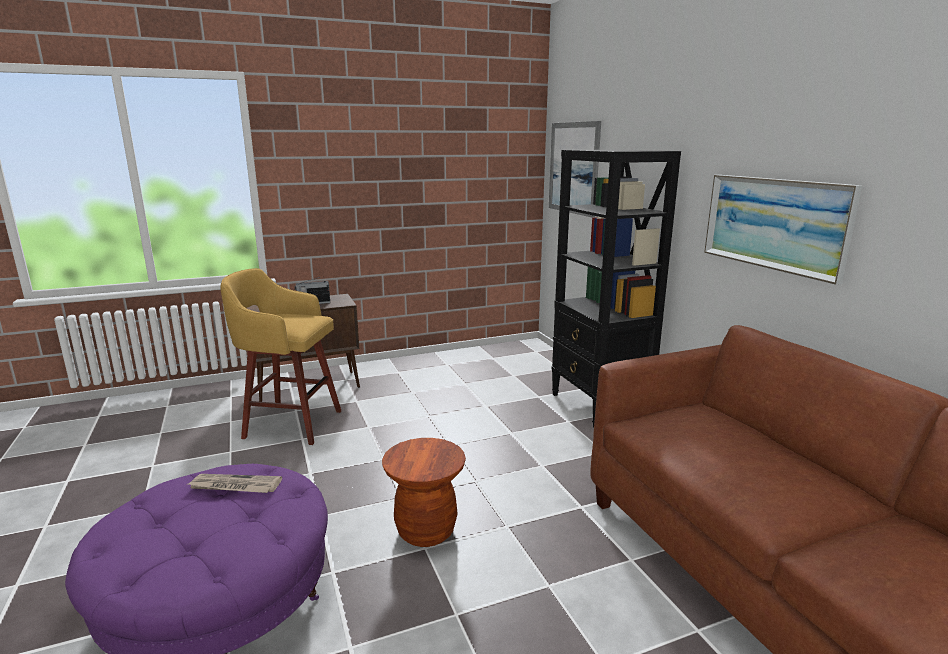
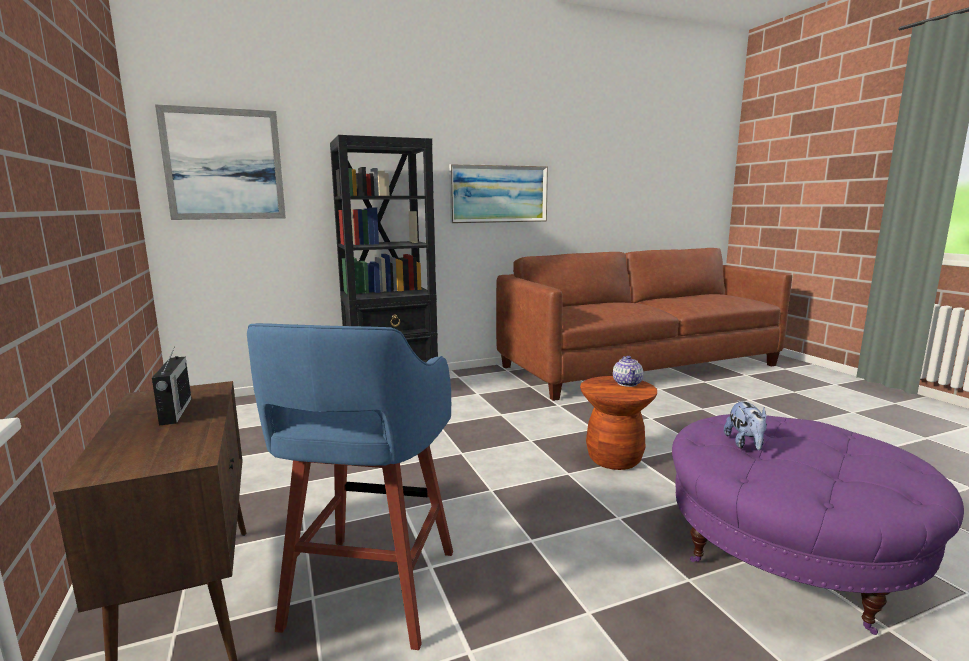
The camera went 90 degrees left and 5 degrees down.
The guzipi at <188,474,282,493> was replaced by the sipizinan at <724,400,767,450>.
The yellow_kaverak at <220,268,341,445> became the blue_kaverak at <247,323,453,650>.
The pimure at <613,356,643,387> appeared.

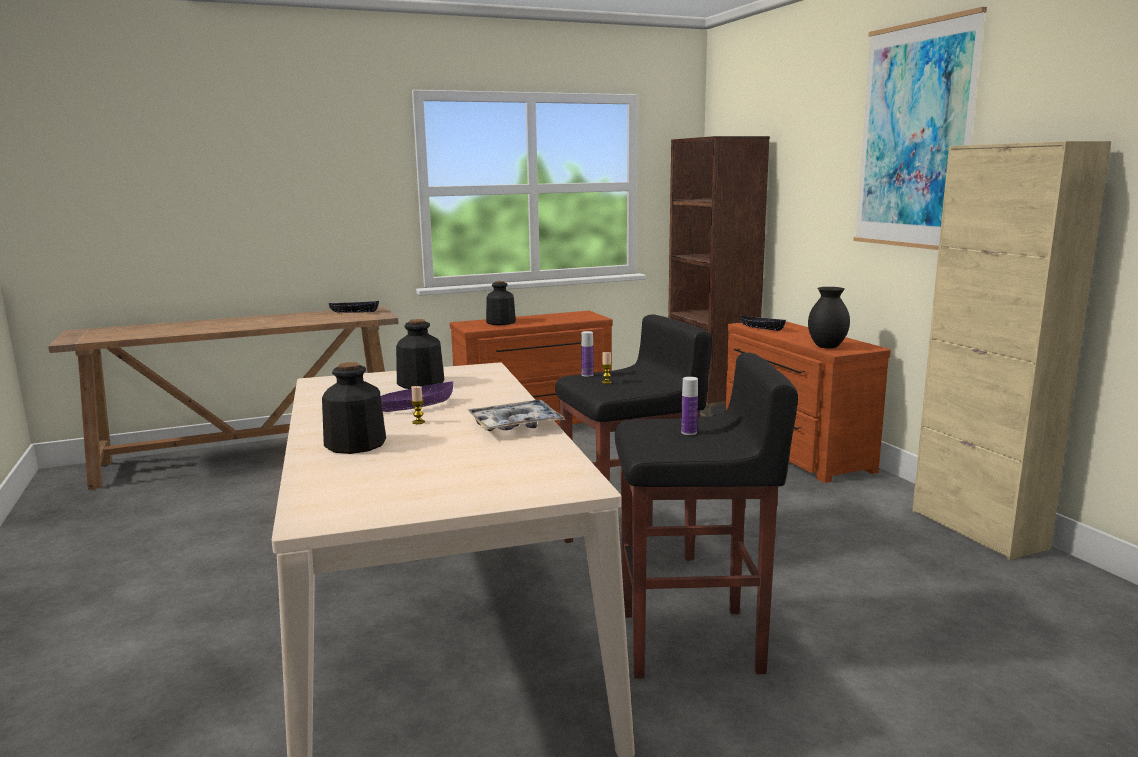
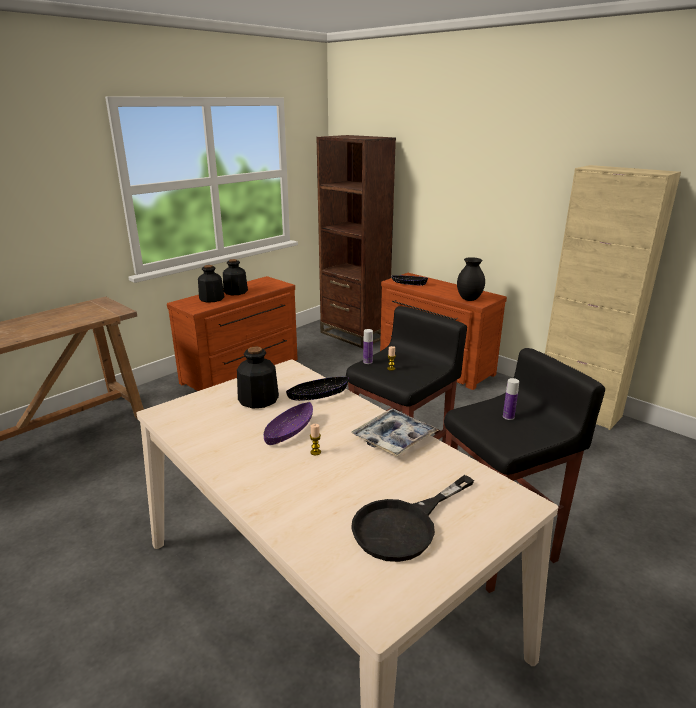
The camera went 25 degrees left and 10 degrees up.
The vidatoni moved from <322,362,386,454> to <223,259,248,295>.
The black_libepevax moved from <329,301,379,313> to <286,377,348,401>.
The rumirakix at <853,7,987,250> disappeared.
The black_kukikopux at <351,475,474,562> appeared.

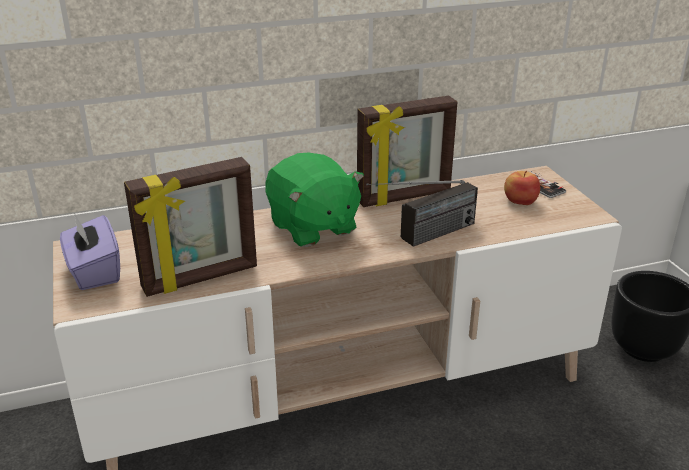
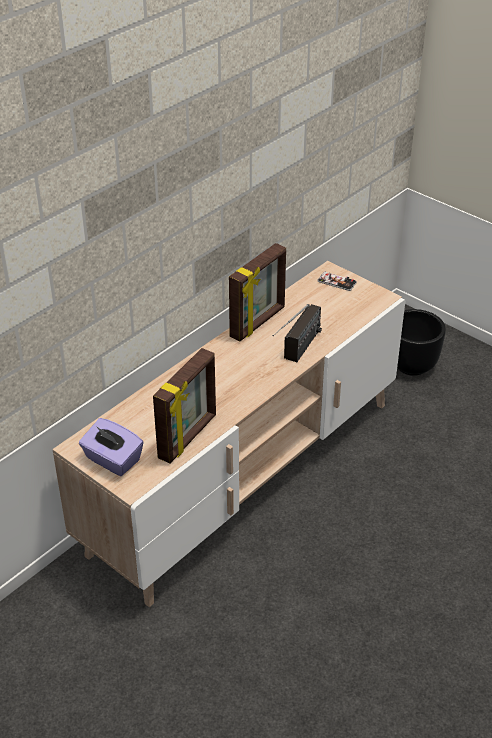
The camera went 30 degrees left and 10 degrees up.
The green_sipizinan at <266,153,364,247> disappeared.
The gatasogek at <504,171,540,205> disappeared.

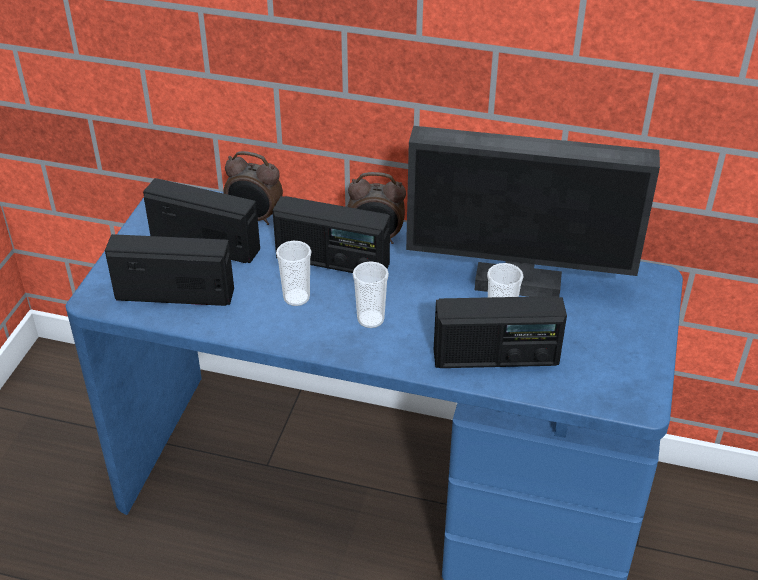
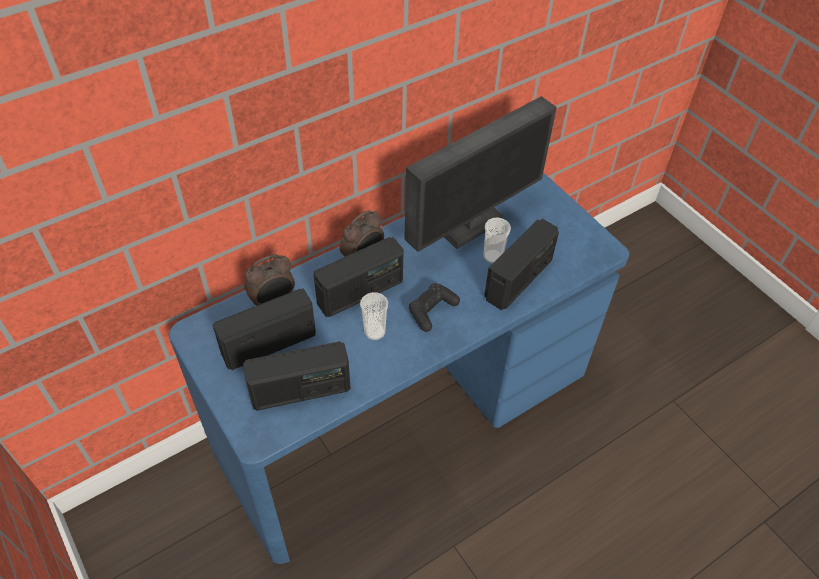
The camera went 50 degrees left and 10 degrees up.
The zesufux at <105,234,234,306> turned 150 degrees counterclockwise.
The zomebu at <352,261,389,328> was replaced by the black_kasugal at <409,283,460,332>.

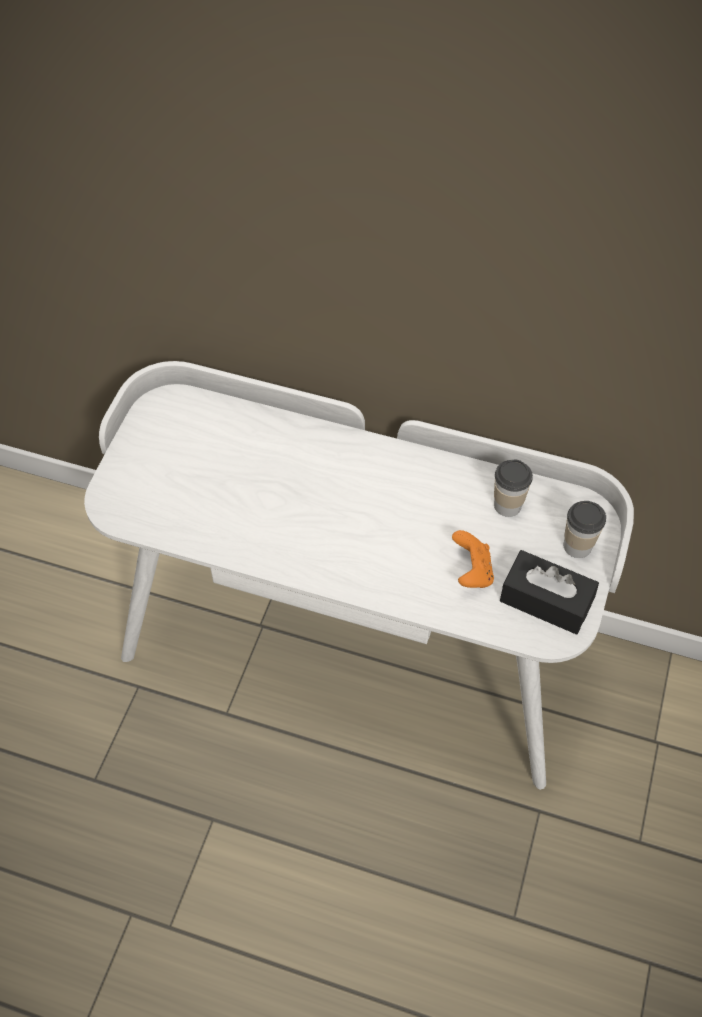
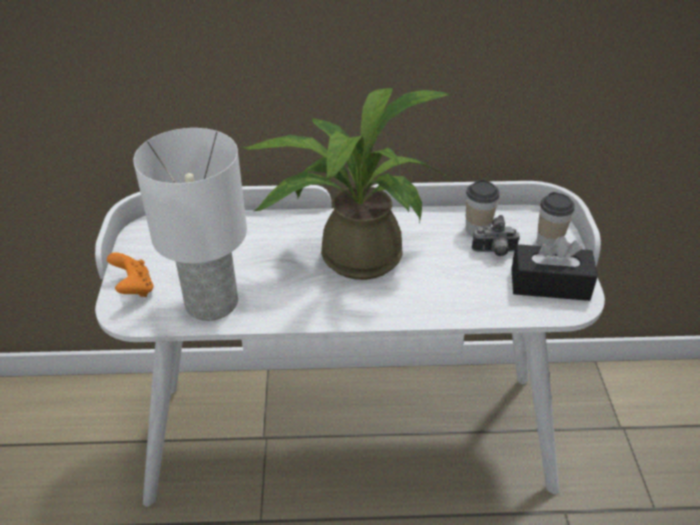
The camera went 20 degrees left and 15 degrees down.
The orange_kasugal moved from <452,530,494,588> to <107,252,154,297>.
The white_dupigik at <133,128,247,321> appeared.
The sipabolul at <242,88,450,280> appeared.
The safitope at <472,215,520,256> appeared.

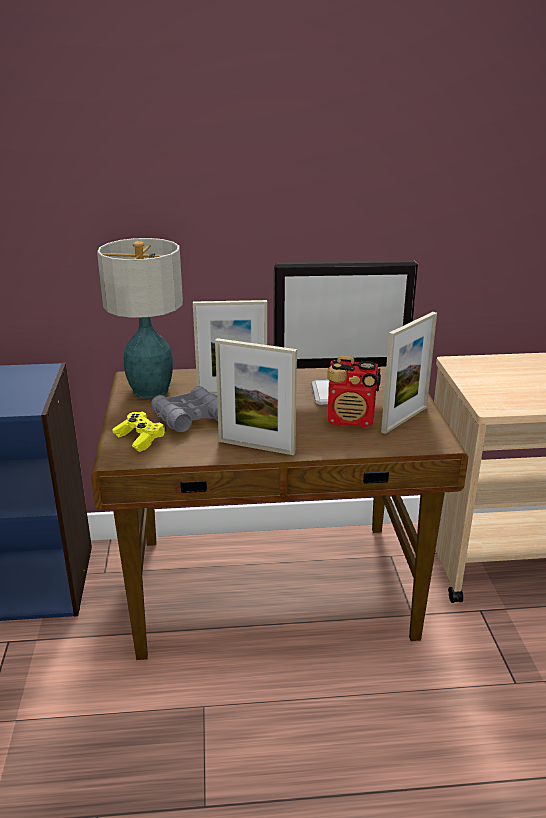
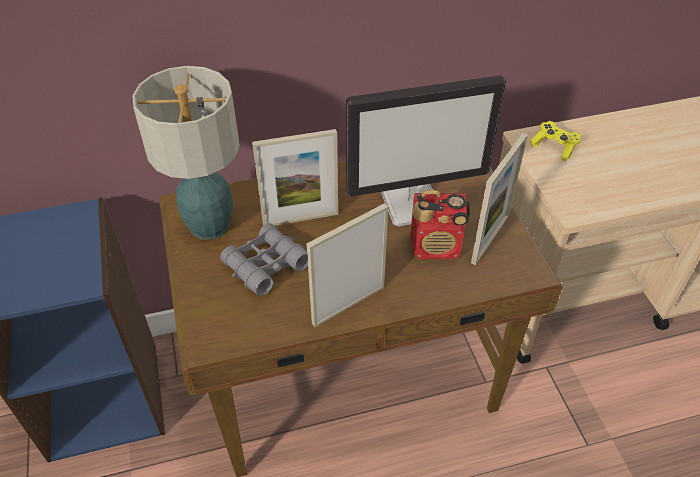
The camera went 10 degrees left and 20 degrees up.
The yellow_kasugal moved from <112,412,166,452> to <530,121,581,162>.
The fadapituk at <215,338,297,455> turned 135 degrees clockwise.

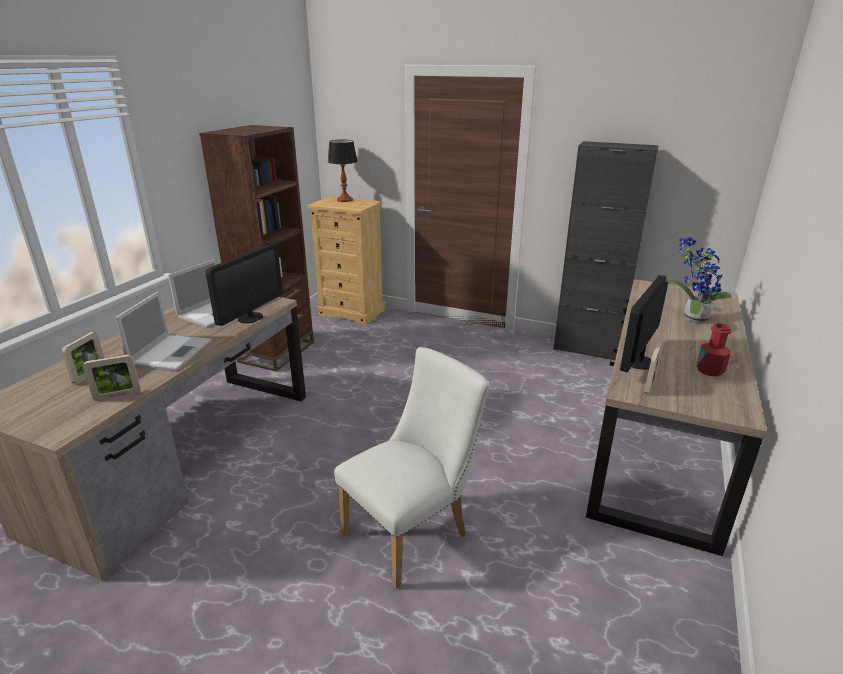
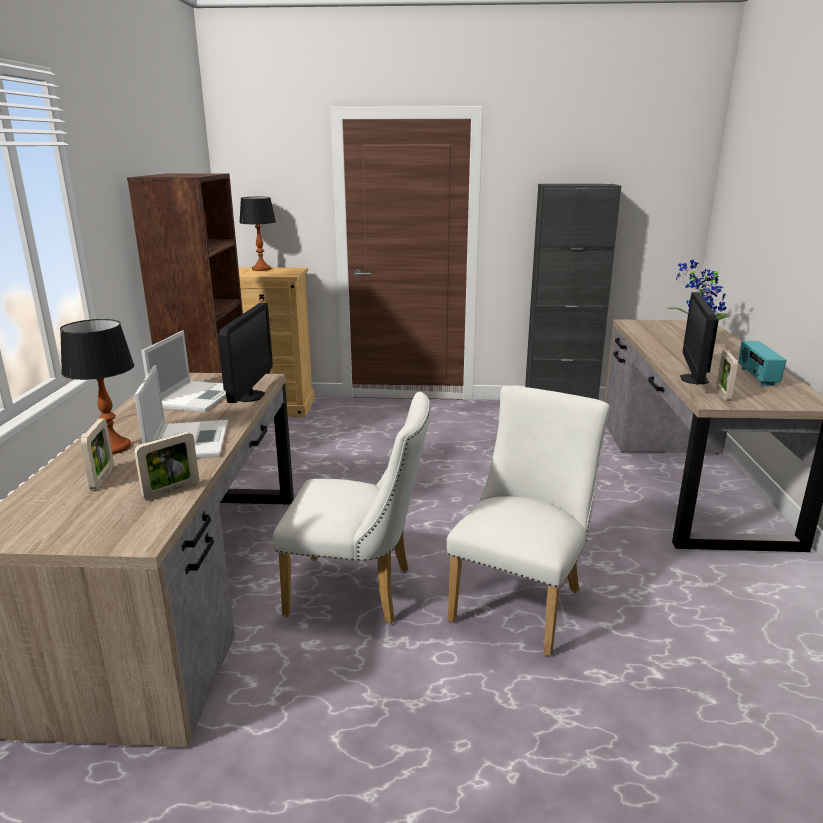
The camera went 20 degrees left and 5 degrees down.
The red_vidatoni at <697,323,731,376> was replaced by the zesufux at <739,341,787,386>.
The dupigik at <60,319,134,454> appeared.
The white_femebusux at <273,392,430,624> appeared.

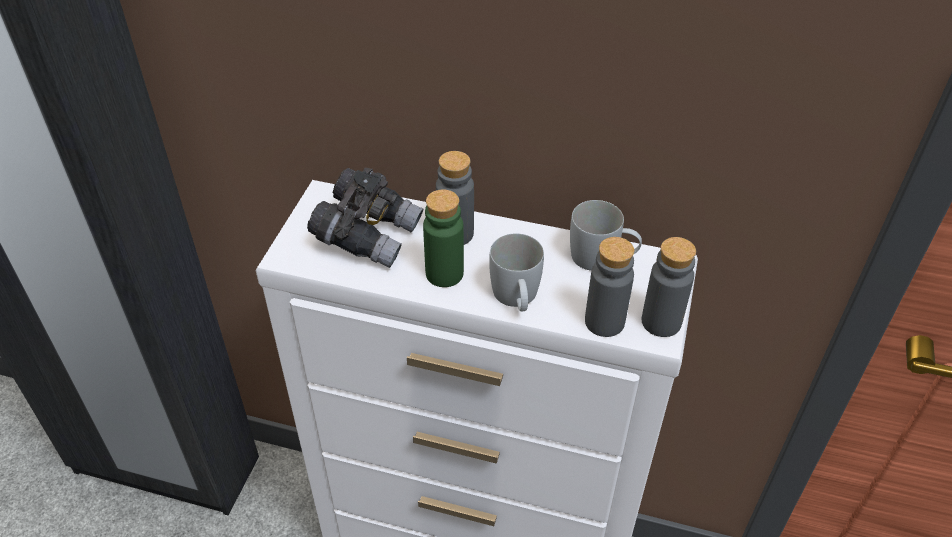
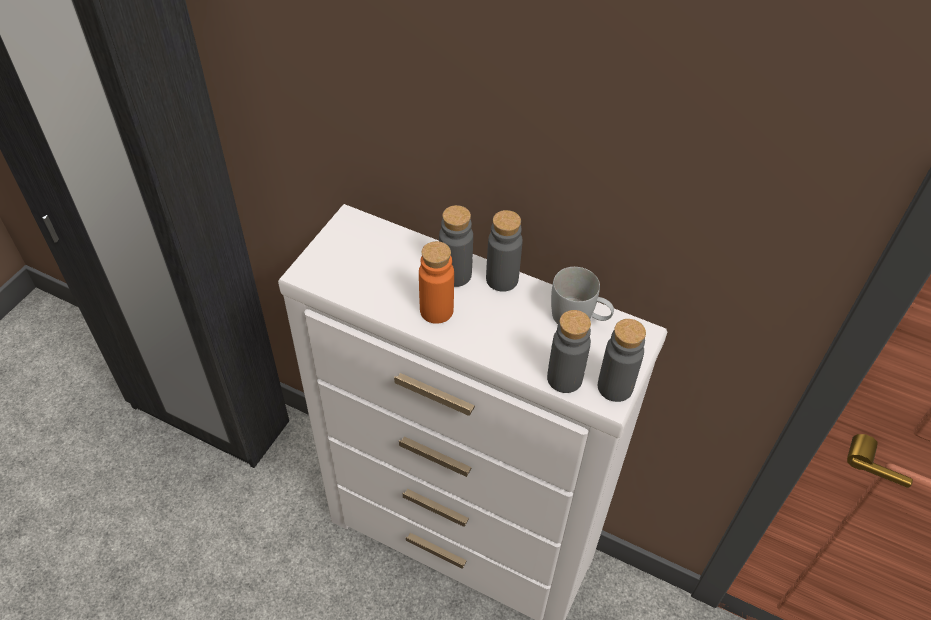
The camera went 10 degrees right and 5 degrees up.
The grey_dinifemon at <307,168,423,268> disappeared.
The green_vidatoni at <423,189,464,287> became the orange_vidatoni at <419,241,454,324>.
The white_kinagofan at <489,233,544,311> disappeared.
The grey_vidatoni at <486,210,523,292> appeared.

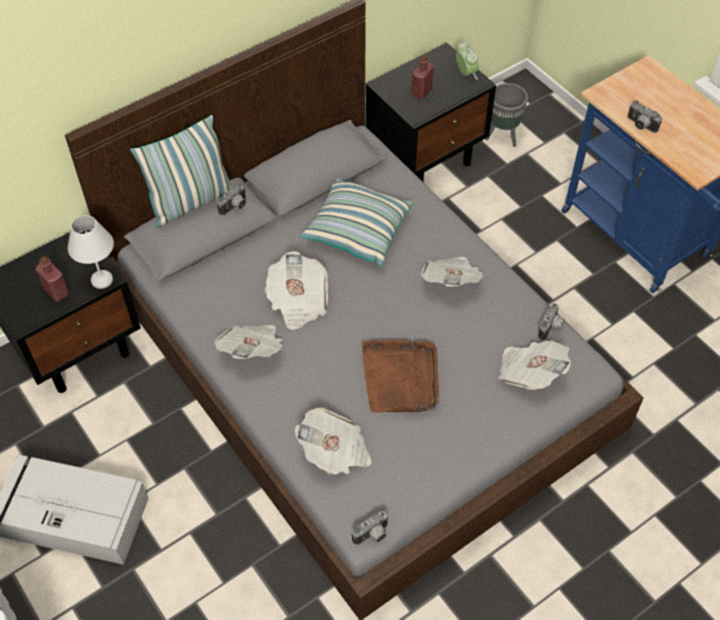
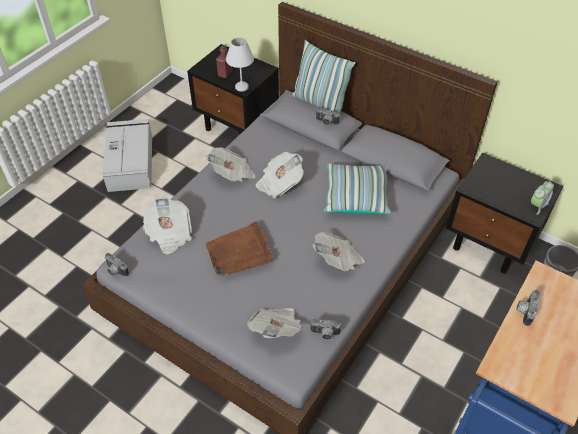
The camera went 70 degrees right and 5 degrees down.
The red_vidatoni at <411,54,434,99> disappeared.

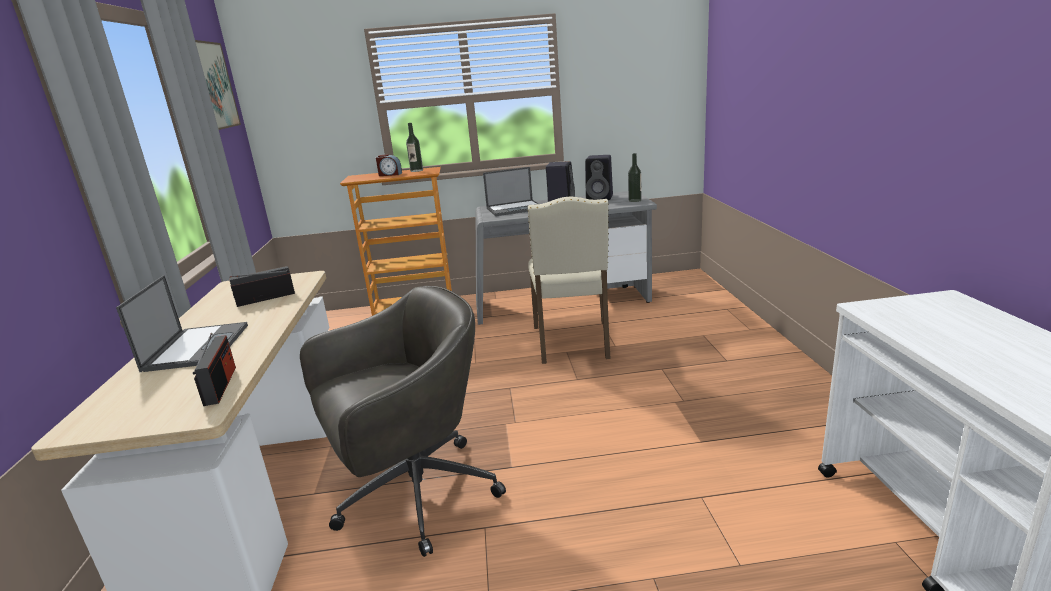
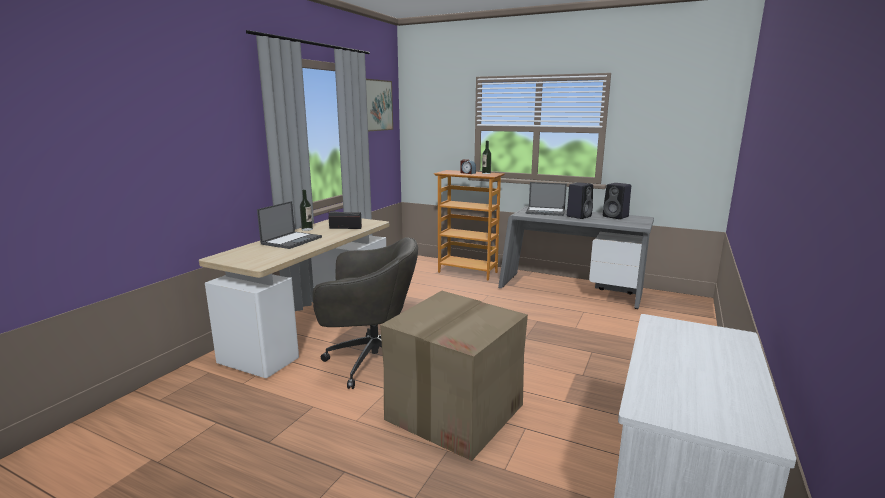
The camera went 30 degrees right and 5 degrees down.
The zesufux at <193,333,236,406> disappeared.
The beige_femebusux at <528,197,611,364> disappeared.
The vidatoni moved from <628,153,641,202> to <300,189,313,231>.
The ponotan at <380,291,528,461> appeared.

